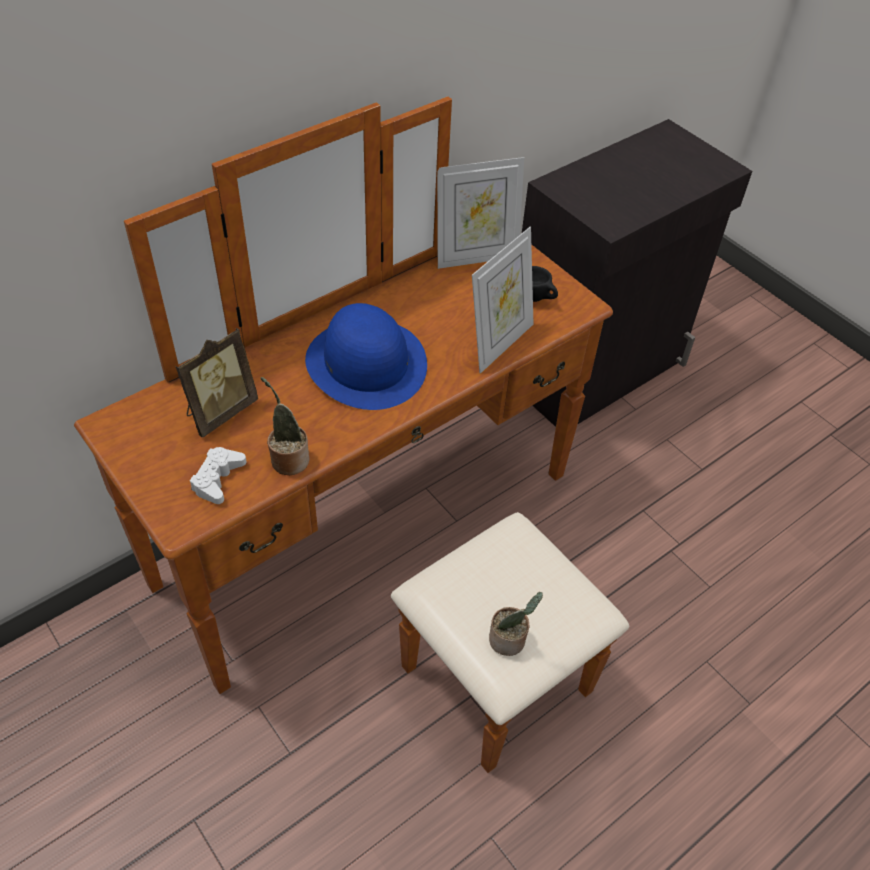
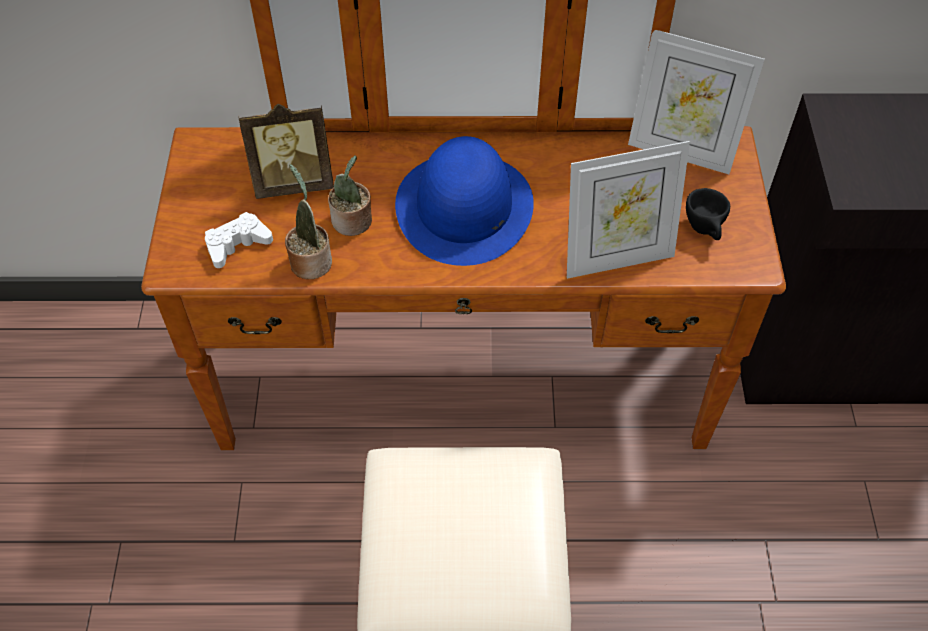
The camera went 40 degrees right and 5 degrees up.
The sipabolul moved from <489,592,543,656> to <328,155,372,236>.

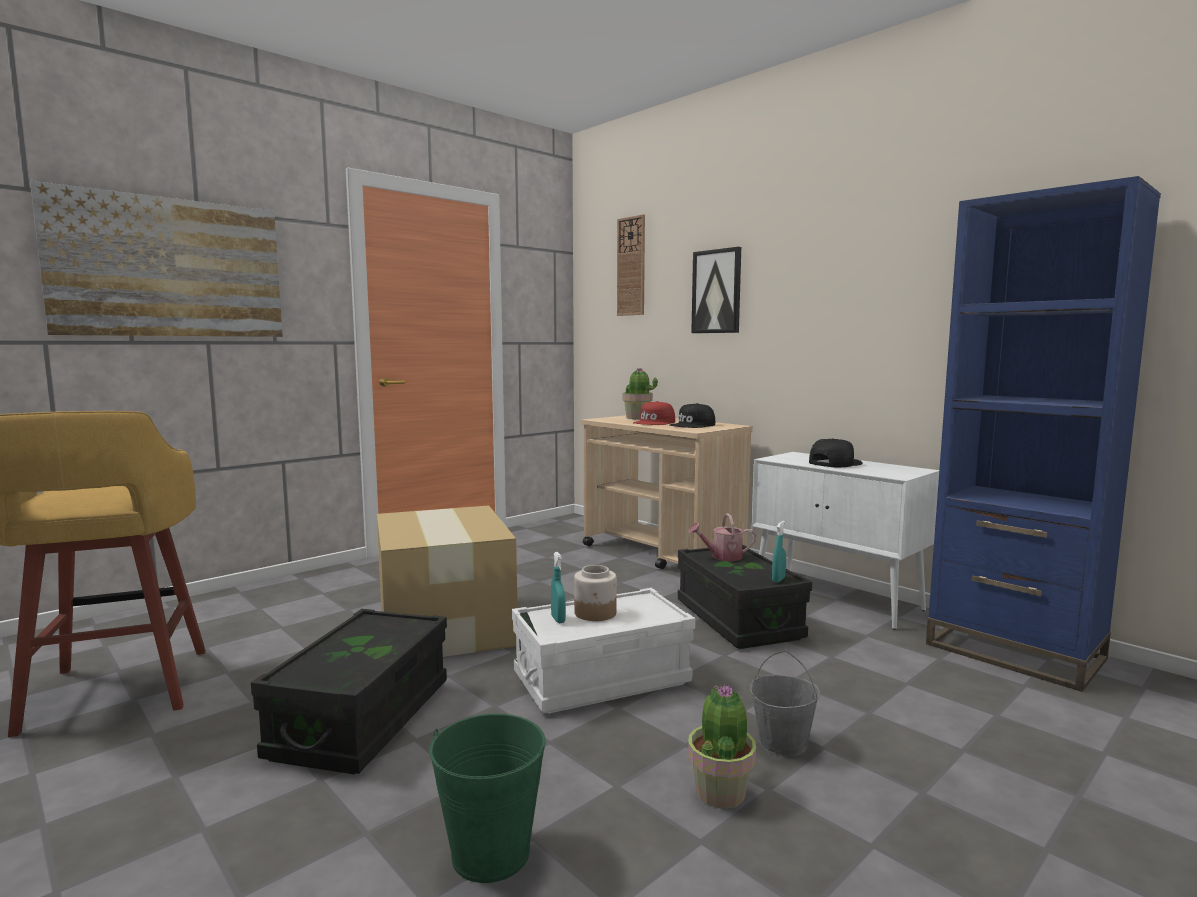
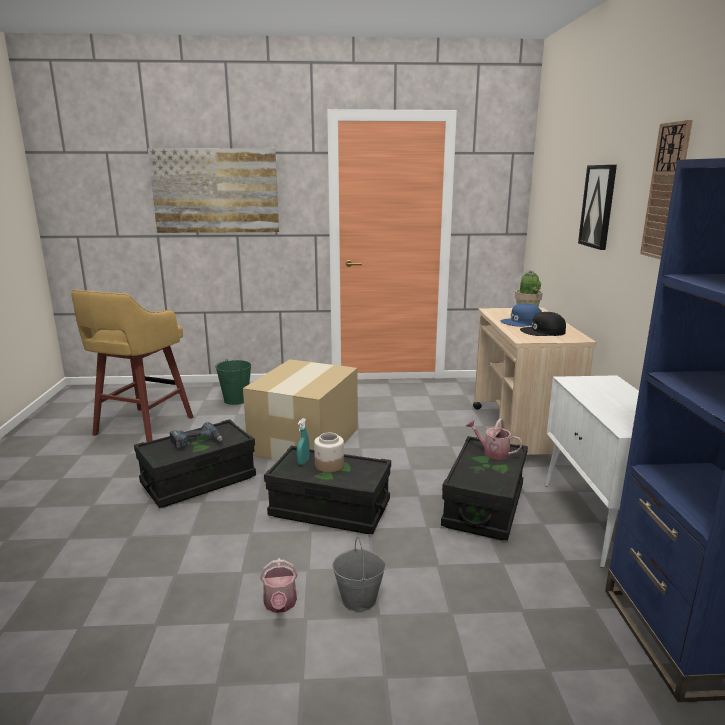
The camera went 40 degrees right and 10 degrees up.
The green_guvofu moved from <429,714,546,883> to <215,359,251,405>.
The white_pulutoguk at <512,588,695,713> became the black_pulutoguk at <264,446,391,534>.
The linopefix moved from <617,215,645,316> to <640,120,693,260>.
The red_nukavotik at <633,401,675,425> became the blue_nukavotik at <501,303,542,327>.
The sipabolul at <688,684,756,809> was replaced by the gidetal at <260,558,298,613>.
The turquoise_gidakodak at <772,521,786,583> disappeared.
The black_nukavotik at <809,438,863,467> disappeared.
The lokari at <170,422,222,449> appeared.

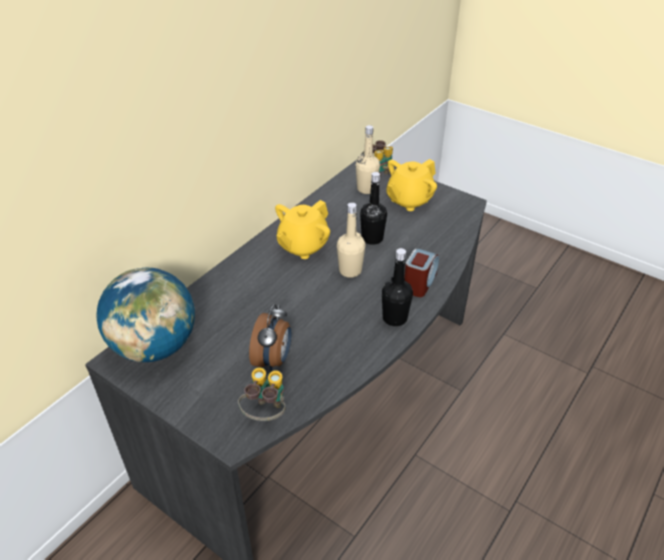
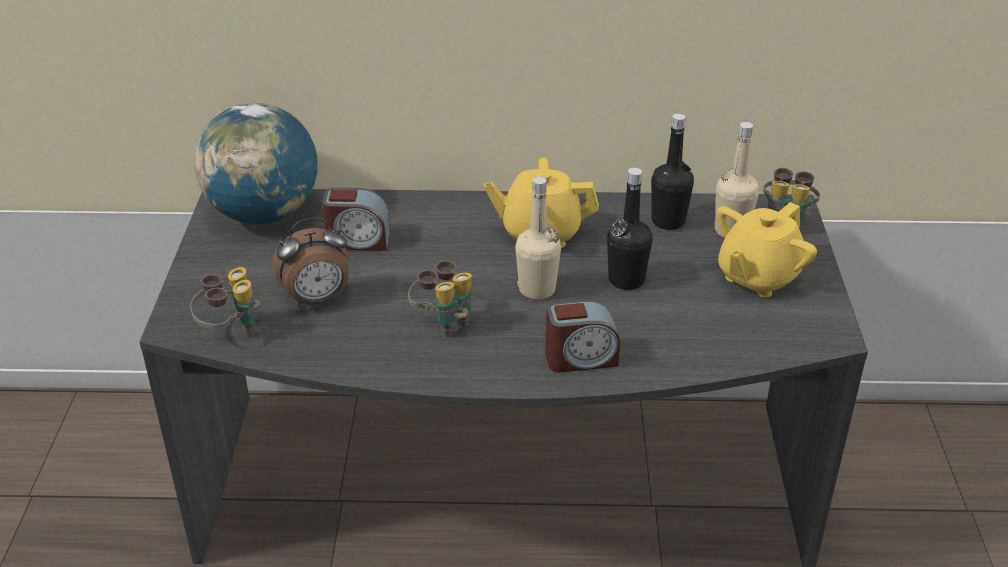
The camera went 55 degrees right and 5 degrees down.
The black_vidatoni moved from <382,248,413,326> to <651,113,694,230>.
The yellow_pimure at <386,159,437,211> turned 60 degrees counterclockwise.
The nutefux at <322,188,390,251> appeared.
The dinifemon at <408,260,472,337> appeared.

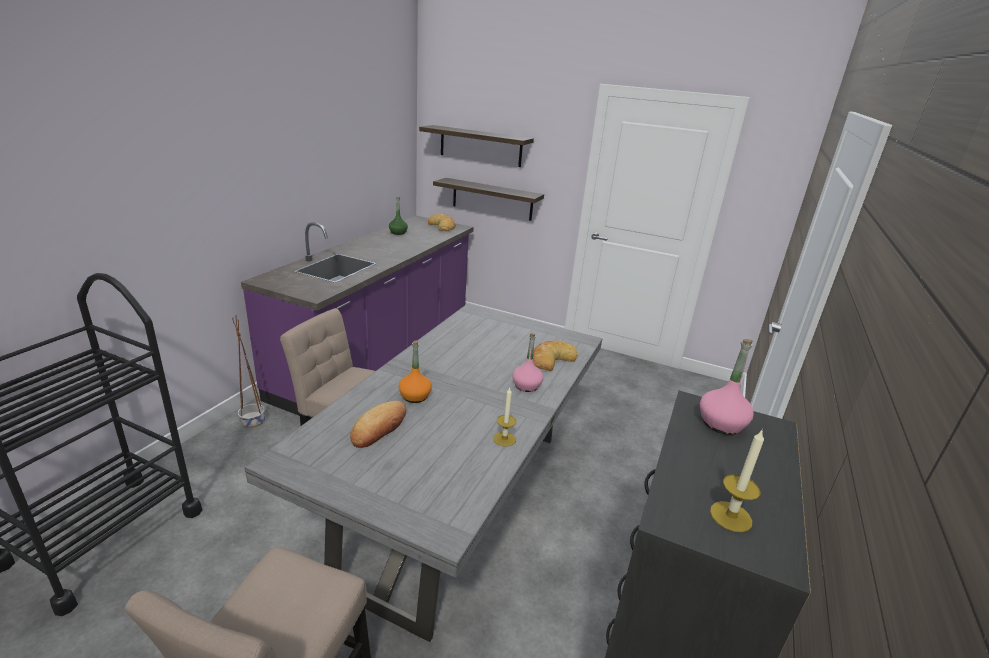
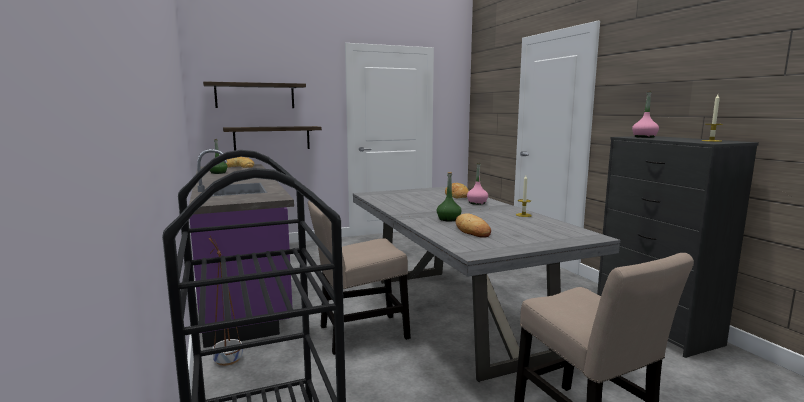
The camera went 45 degrees left and 15 degrees down.
The orange_vidatoni at <399,340,432,403> became the green_vidatoni at <436,172,462,221>.

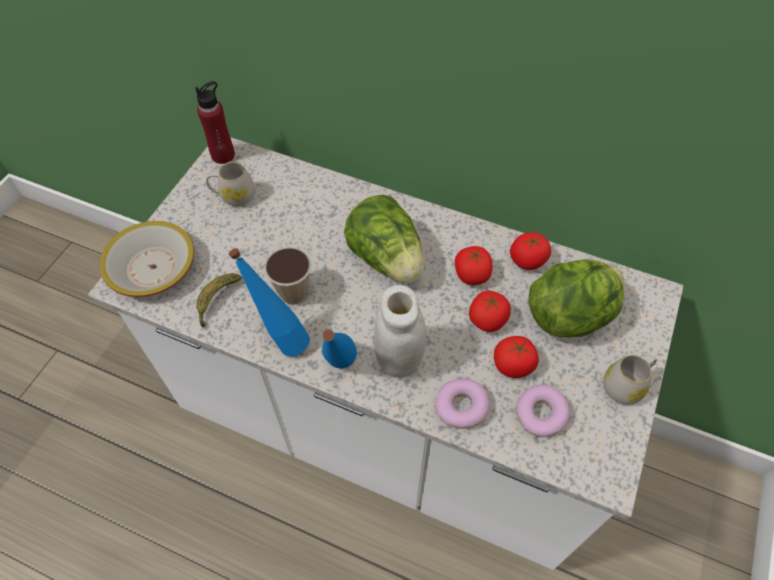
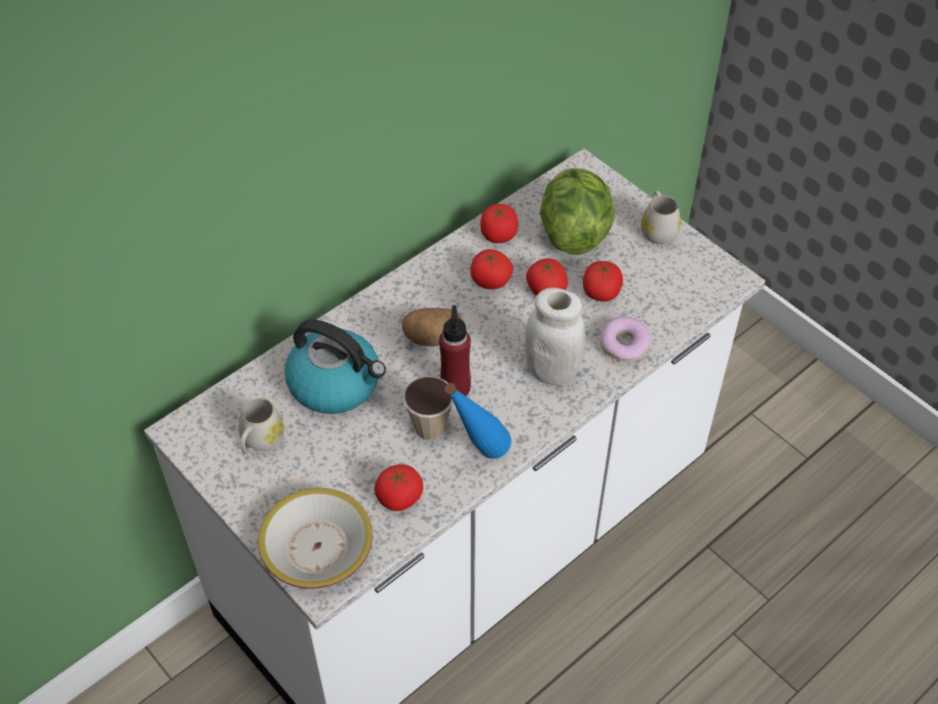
The camera went 65 degrees left and 5 degrees down.
The red_vidatoni moved from <195,81,235,164> to <439,305,471,396>.
The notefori at <196,273,242,327> was replaced by the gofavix at <374,465,423,511>.
The blue_vidatoni at <322,330,357,369> disappeared.
The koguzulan at <344,195,424,283> was replaced by the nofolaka at <402,308,462,346>.
The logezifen at <516,385,570,438> disappeared.
The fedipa at <284,320,386,414> appeared.

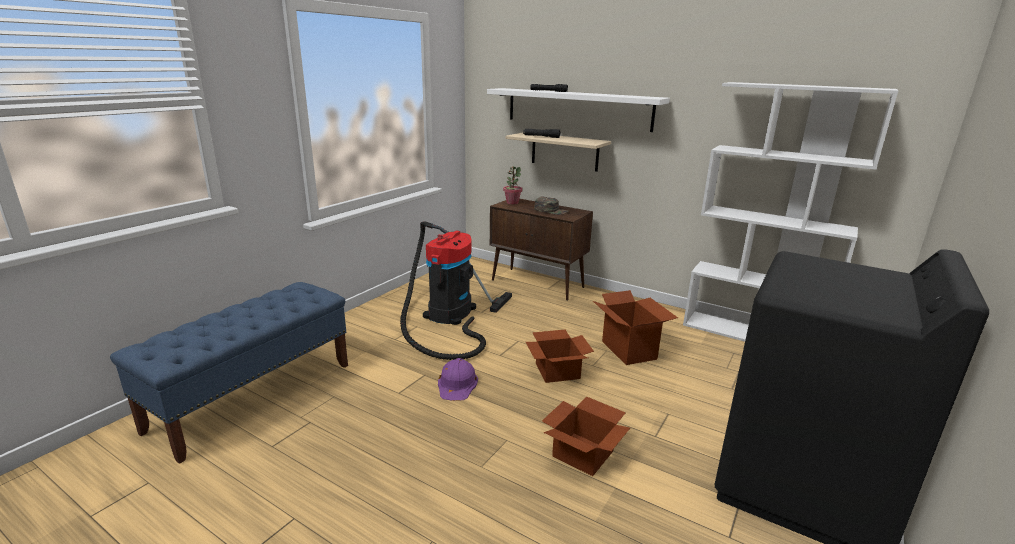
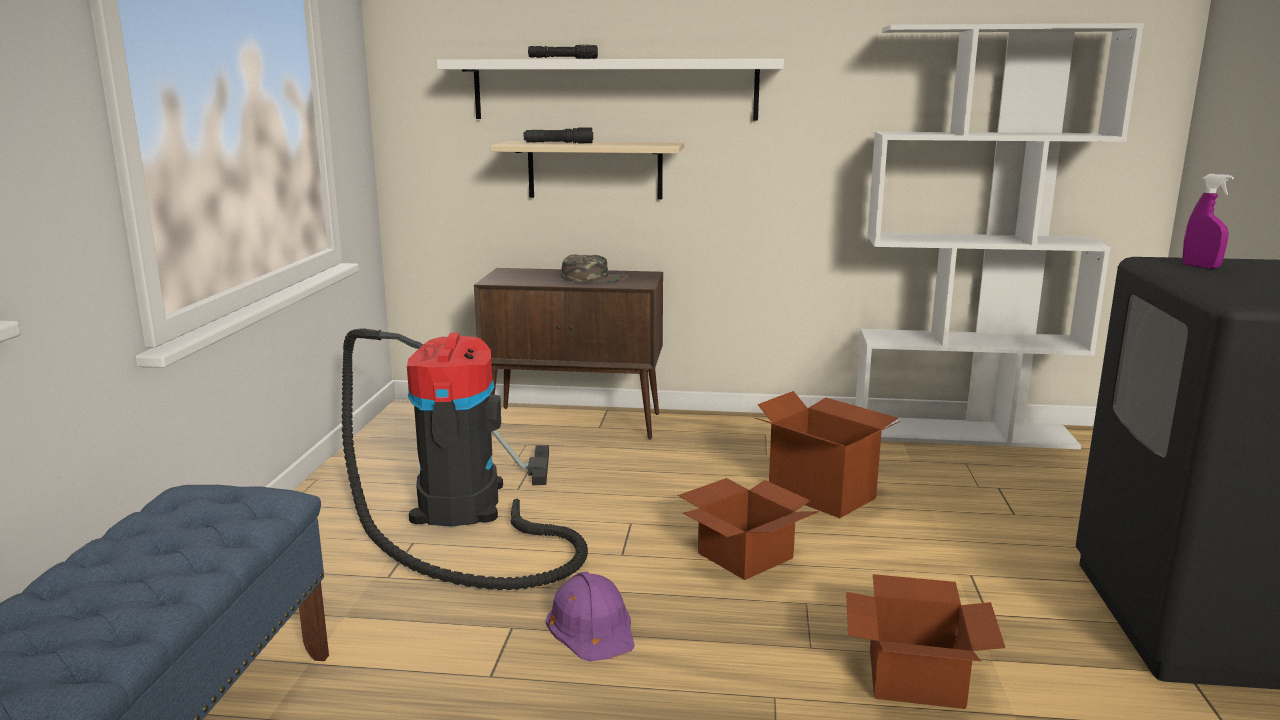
The camera went 25 degrees left and 5 degrees down.
The sipabolul at <503,166,523,205> disappeared.
The purple_gidakodak at <1182,174,1234,269> appeared.

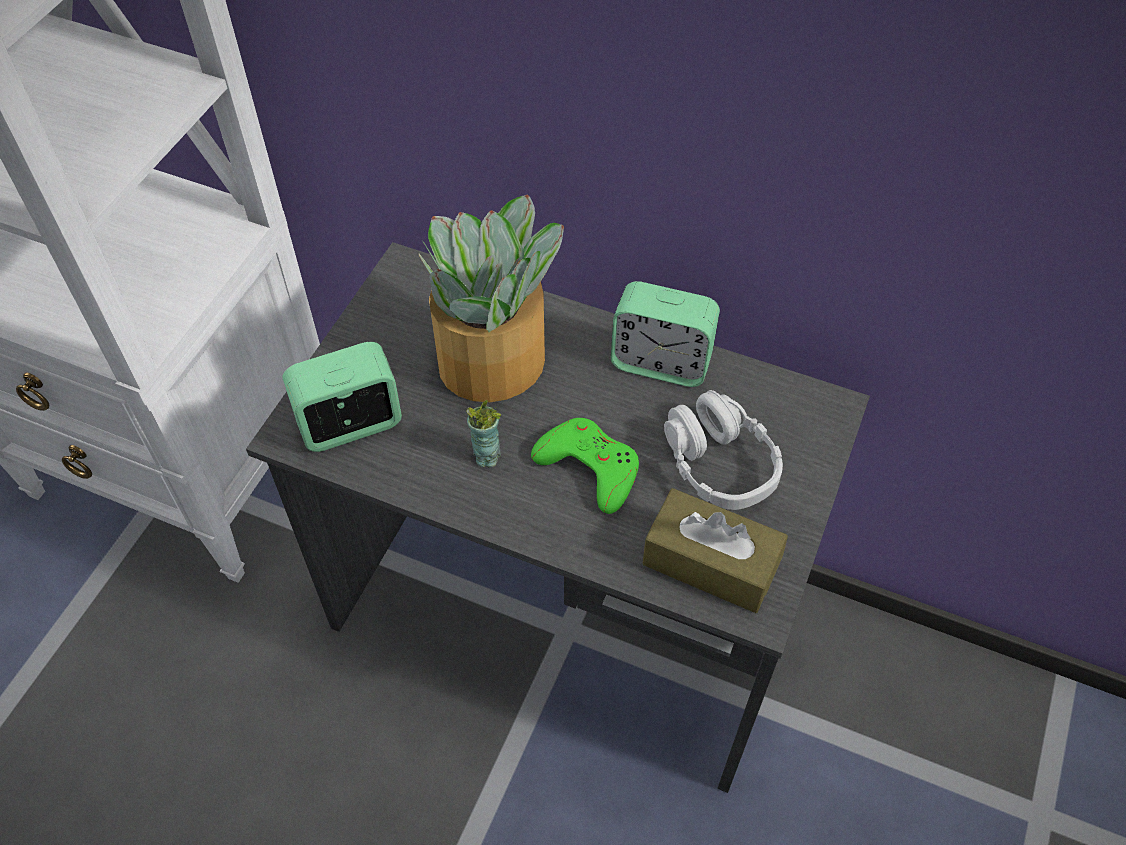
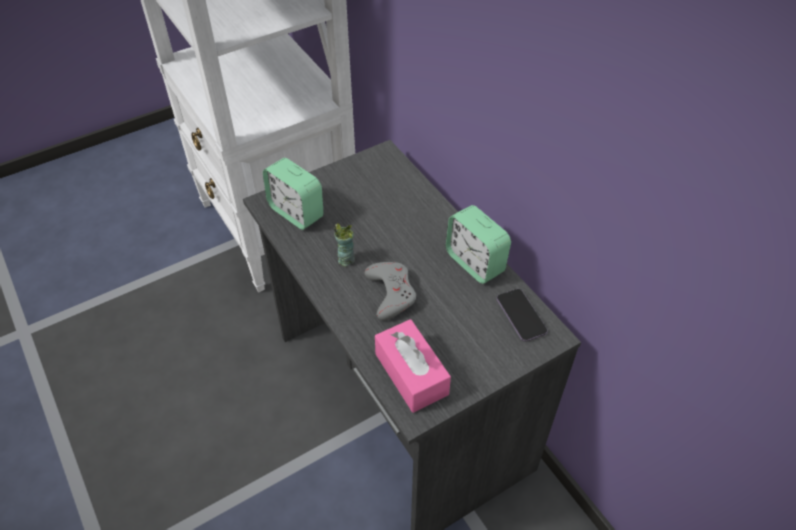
The camera went 35 degrees right and 5 degrees down.
The nutefux at <282,342,402,452> turned 150 degrees counterclockwise.
The sipabolul at <419,195,564,402> disappeared.
The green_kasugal at <531,418,639,514> became the grey_kasugal at <364,262,416,321>.
The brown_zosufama at <643,488,788,613> became the pink_zosufama at <375,319,451,413>.
The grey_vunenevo at <664,390,783,510> disappeared.
The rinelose at <497,289,548,342> appeared.

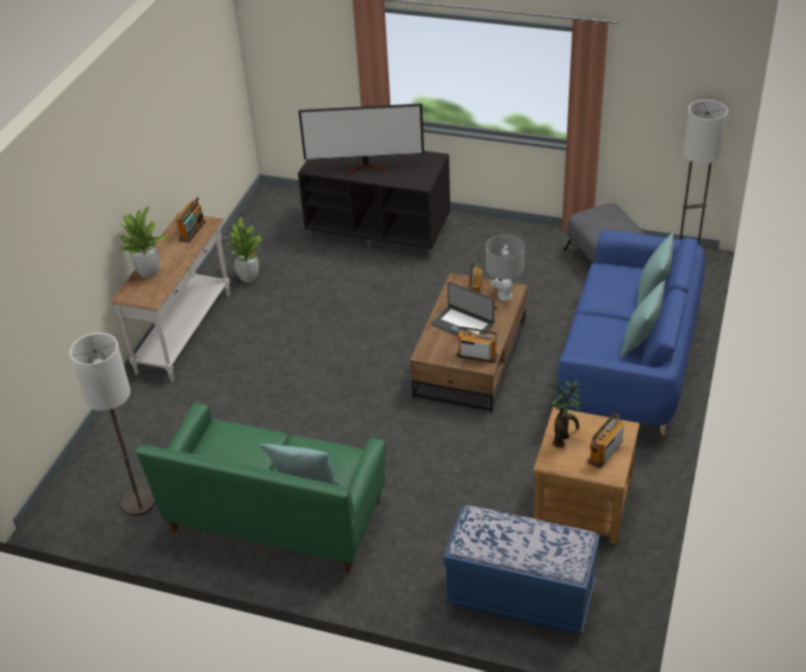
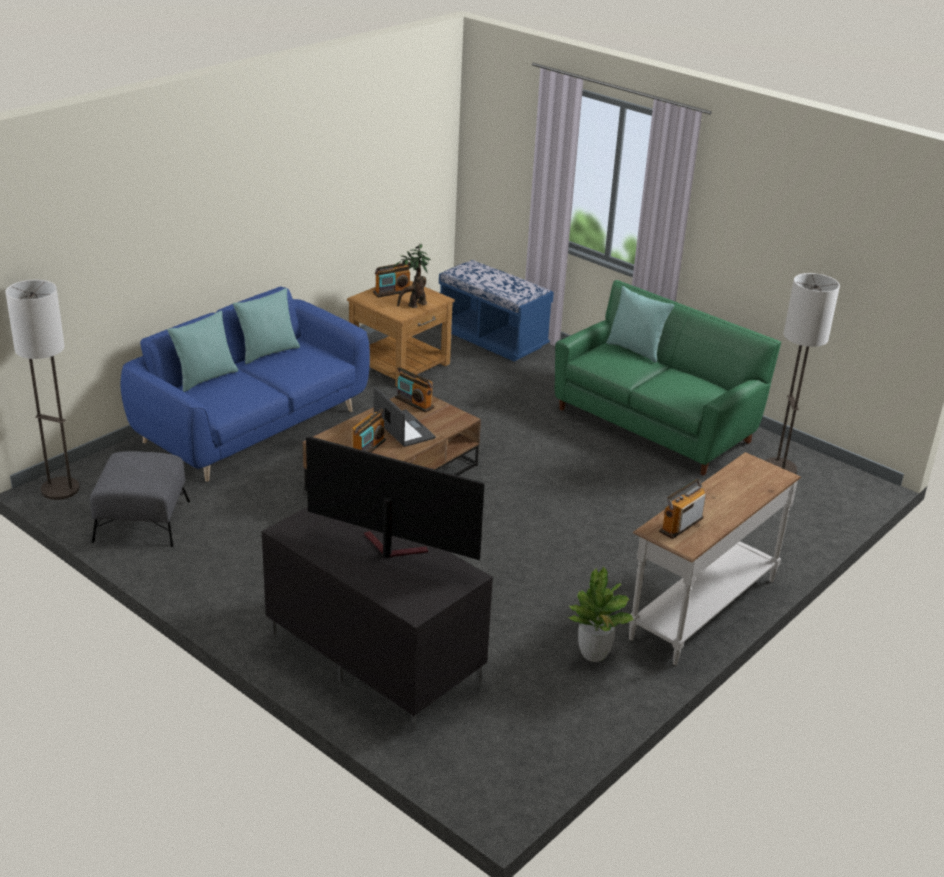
The camera went 160 degrees left and 10 degrees down.
The sipabolul at <117,206,168,278> disappeared.
The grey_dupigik at <486,235,525,301> disappeared.

